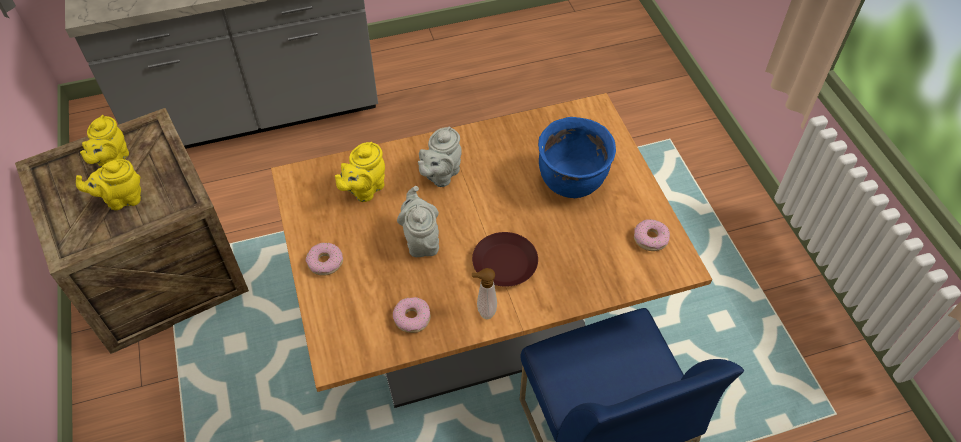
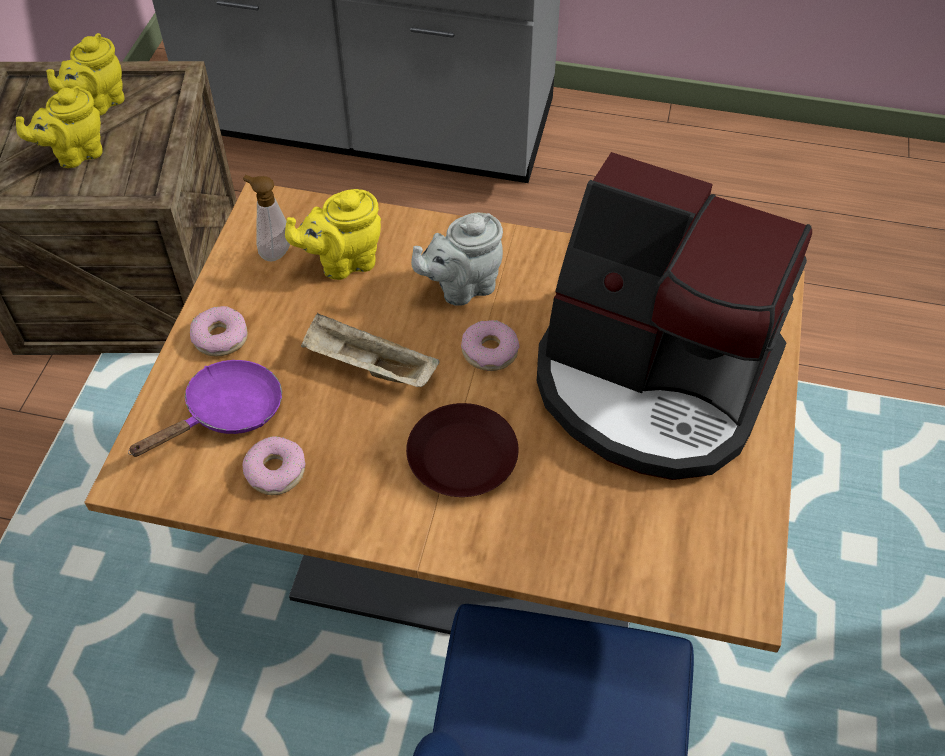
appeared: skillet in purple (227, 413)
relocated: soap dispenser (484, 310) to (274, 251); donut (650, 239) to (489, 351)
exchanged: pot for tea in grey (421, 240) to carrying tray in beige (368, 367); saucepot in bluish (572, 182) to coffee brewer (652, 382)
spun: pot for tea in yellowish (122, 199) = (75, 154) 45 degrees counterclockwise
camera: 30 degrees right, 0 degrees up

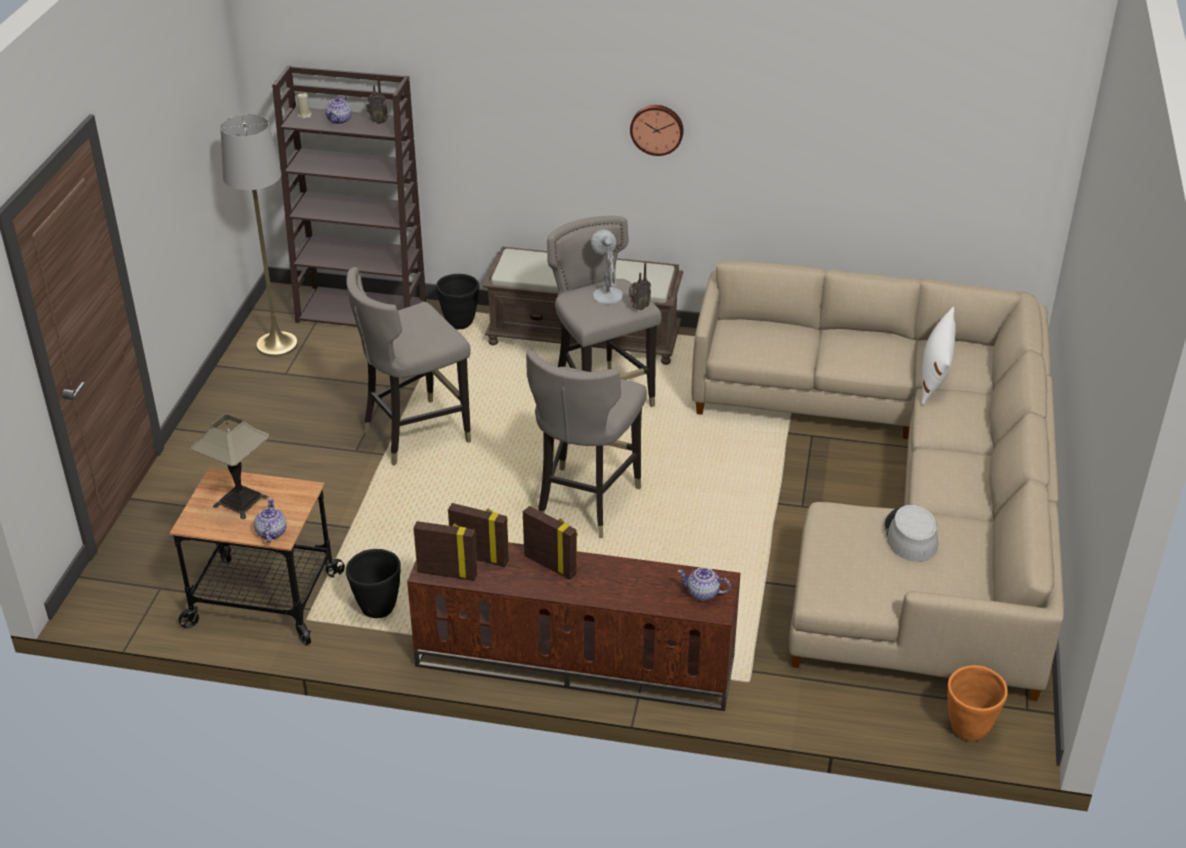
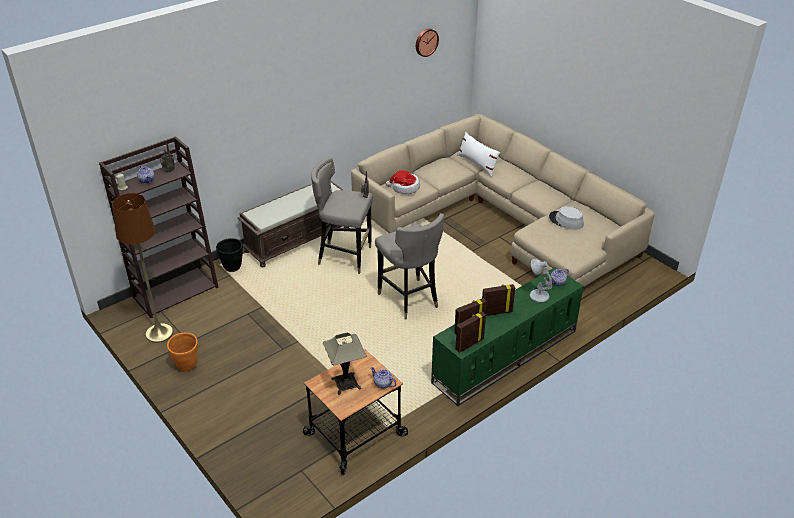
missing: sitting stool in grey (414, 434); flower pot in blackish (377, 608)
appeared: wearable hat (404, 188)
relocated: flower pot in orangey (968, 729) to (187, 366); hanging clock (657, 129) to (426, 42); tabletop lamp in white (607, 294) to (538, 295)
colour: standing lamp in grey (277, 344) to standing lamp in brown-coloured (159, 333); tv stand in brown-coloured (572, 663) to tv stand in greenish (505, 357)
camera: 50 degrees left, 0 degrees up

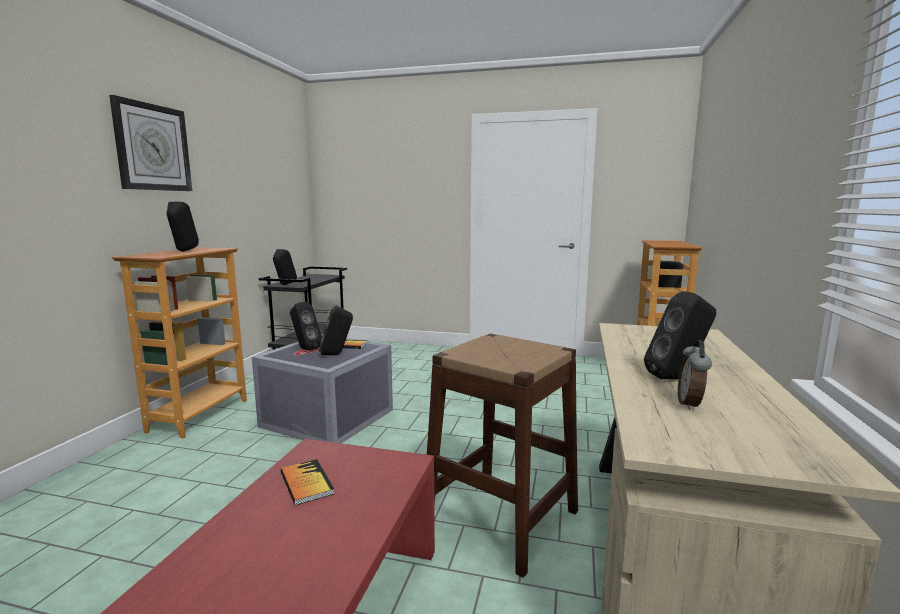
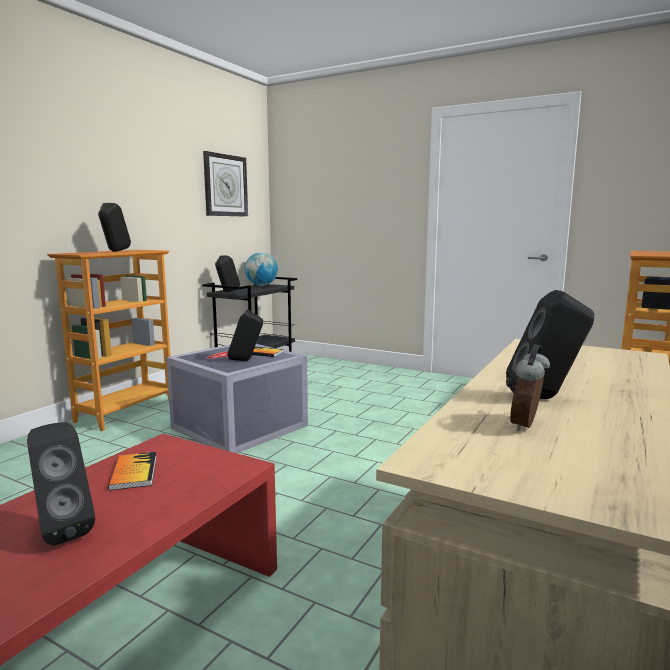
missing: sitting stool in brown-coloured (501, 517)
appeared: globe (261, 285)
relocated: speaker in blackish (305, 349) to (62, 530); hanging clock (152, 147) to (225, 185)
camera: 15 degrees right, 0 degrees up

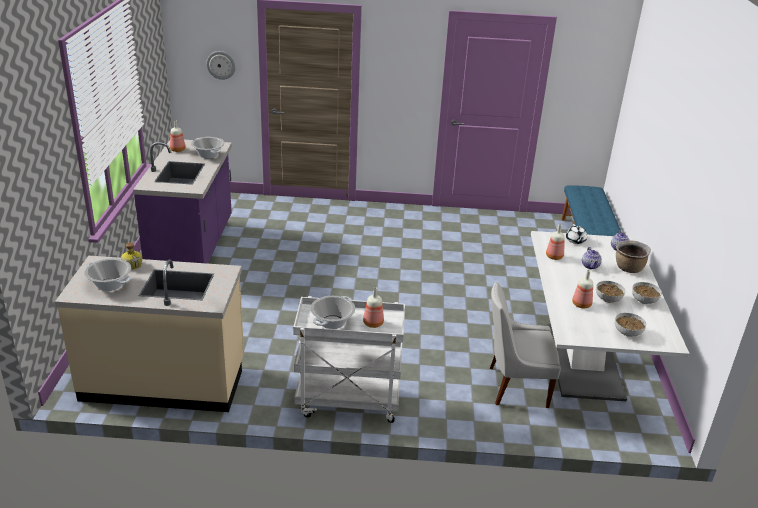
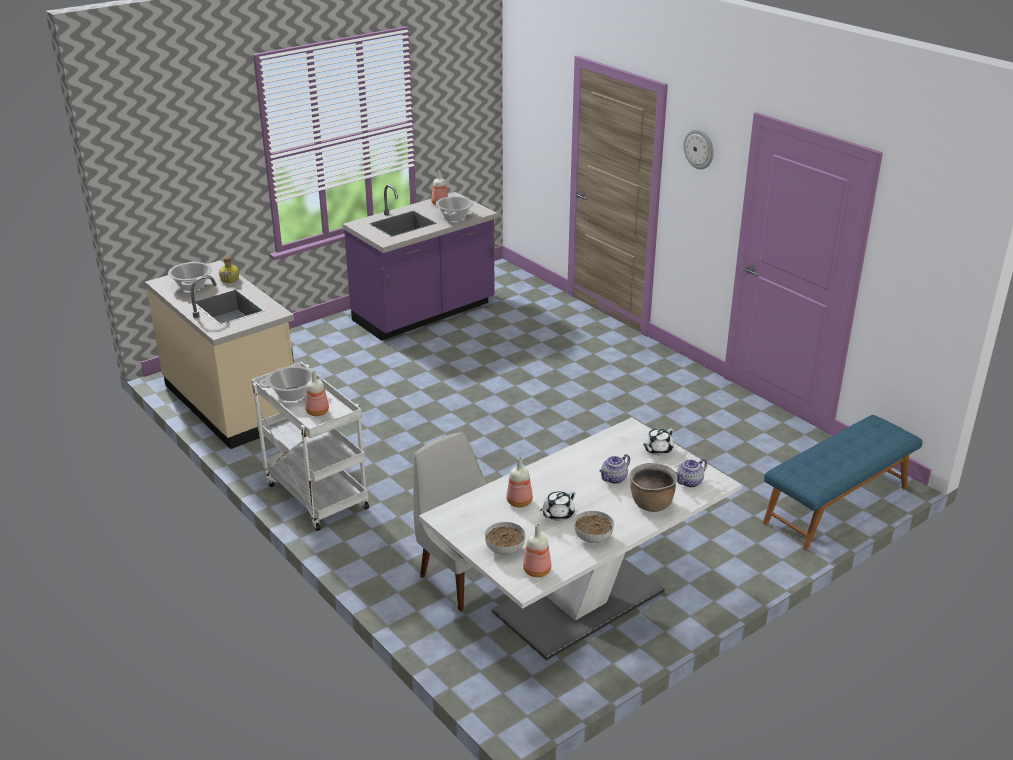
relocated: drink bottle (554, 256) to (538, 571); hanging clock (221, 65) to (699, 148)
exchanged: bowl (608, 299) to pot for tea in white (557, 514)
camera: 50 degrees right, 0 degrees up

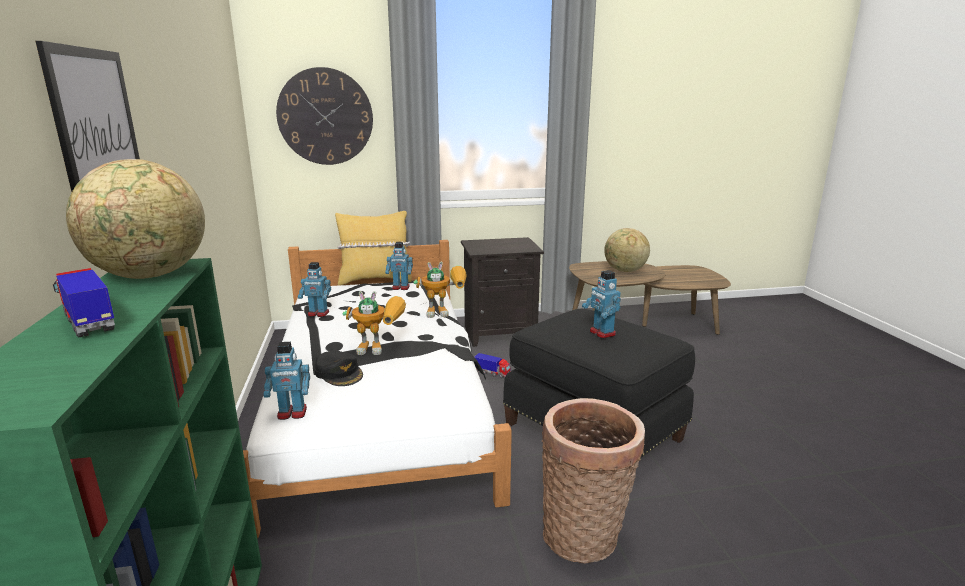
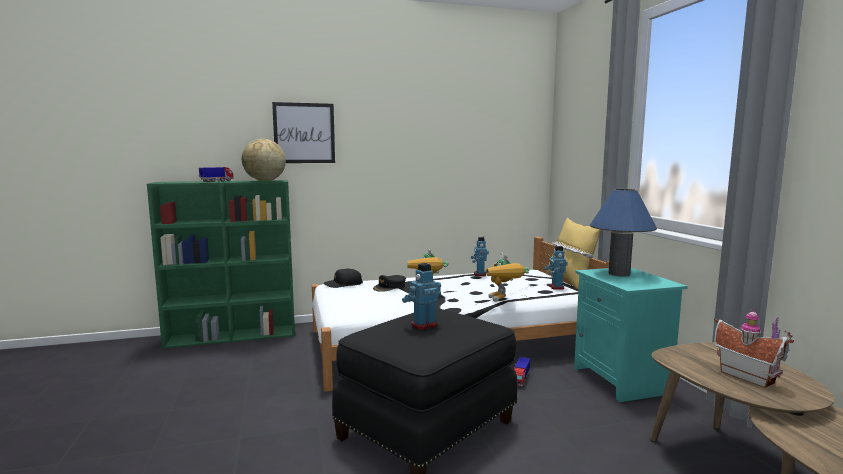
missing: hanging clock (325, 117); storage basket (585, 535)
appeared: tabletop lamp in bluish (619, 274)
exchanged: toy robot (292, 413) to peaked cap in blackish (343, 284); globe (625, 271) to toy house (748, 376)
colour: bedside table in blackish (500, 333) to bedside table in turquoise-coloured (622, 381)
camera: 85 degrees right, 10 degrees down

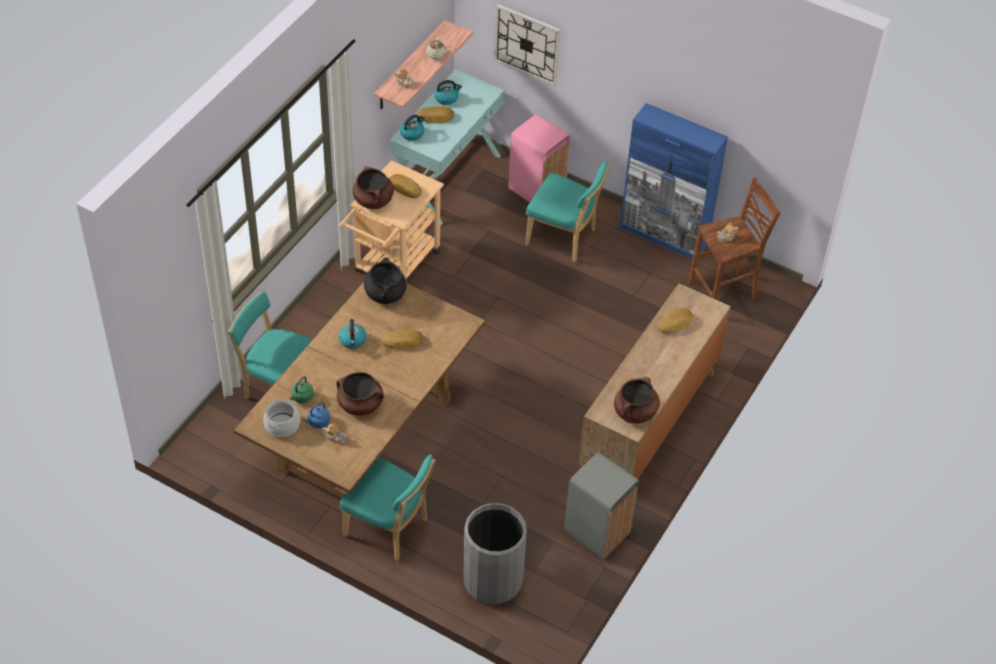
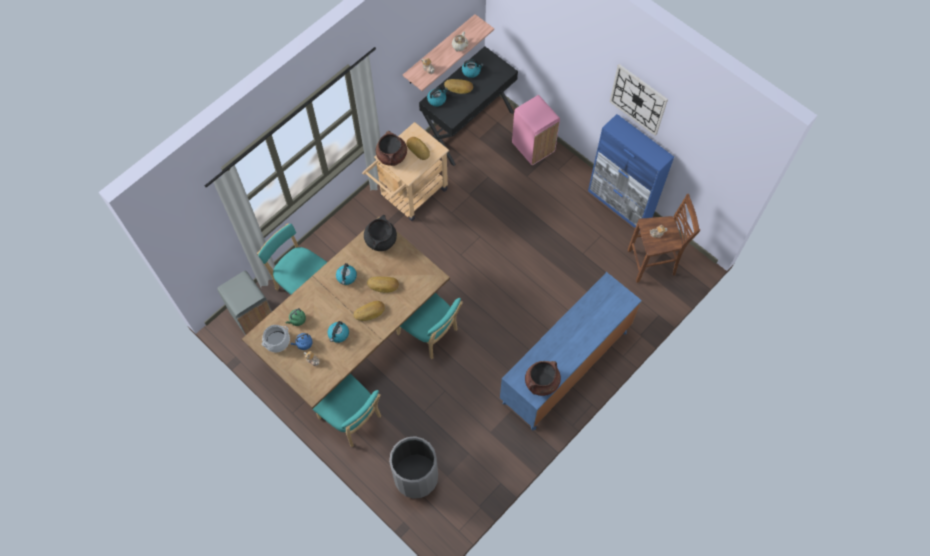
relocated: waste bin in grey (597, 533) to (253, 319); bakery bread (675, 323) to (370, 312); plain chair in turquoise-coloured (564, 238) to (429, 333); hanging clock (527, 44) to (638, 99)
exchanged: saucepot in brown-coloured (360, 404) to tea kettle (338, 334)
colour: console table in turquoise-coloured (447, 179) to console table in blackish (468, 126); dresser in brown-coloured (649, 424) to dresser in bluish (565, 367)
camera: 15 degrees right, 15 degrees up

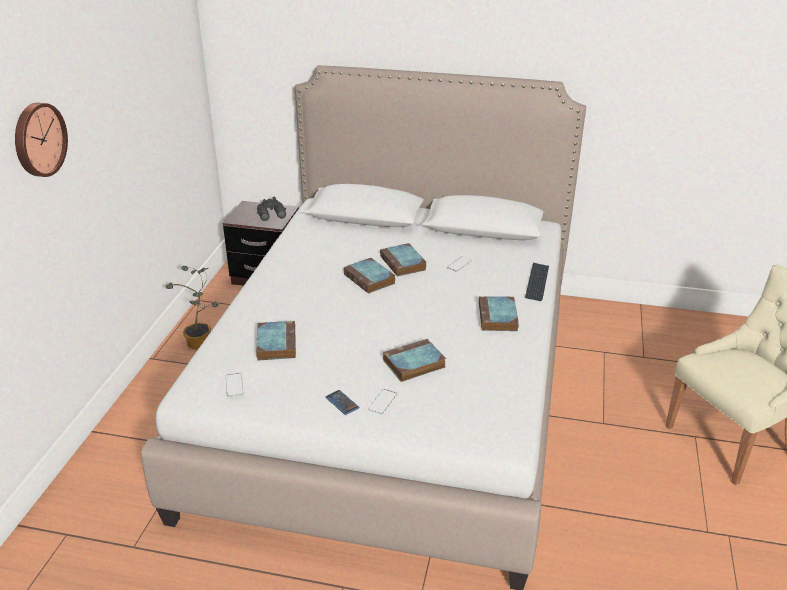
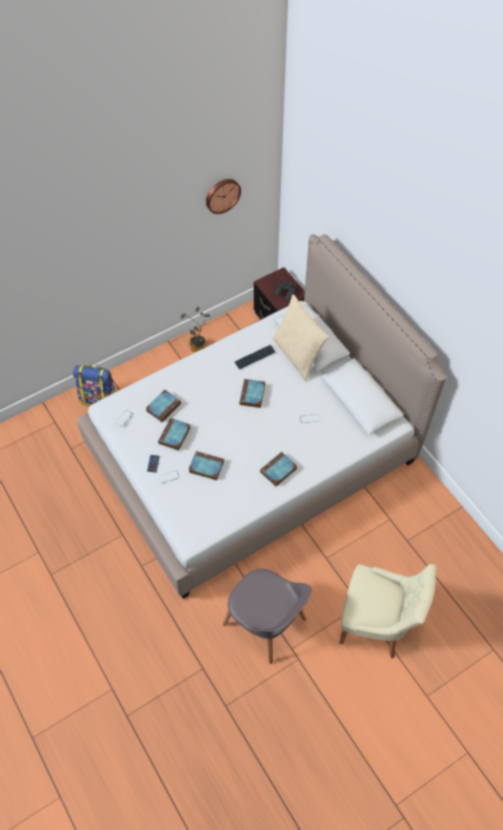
appeared: backpack (99, 398); plain chair in grey (266, 624); pillow in beige (297, 355)
relocated: volume (403, 263) to (174, 436); hanging clock (38, 139) to (222, 195); keyboard (537, 282) to (255, 357)
camera: 45 degrees right, 25 degrees up

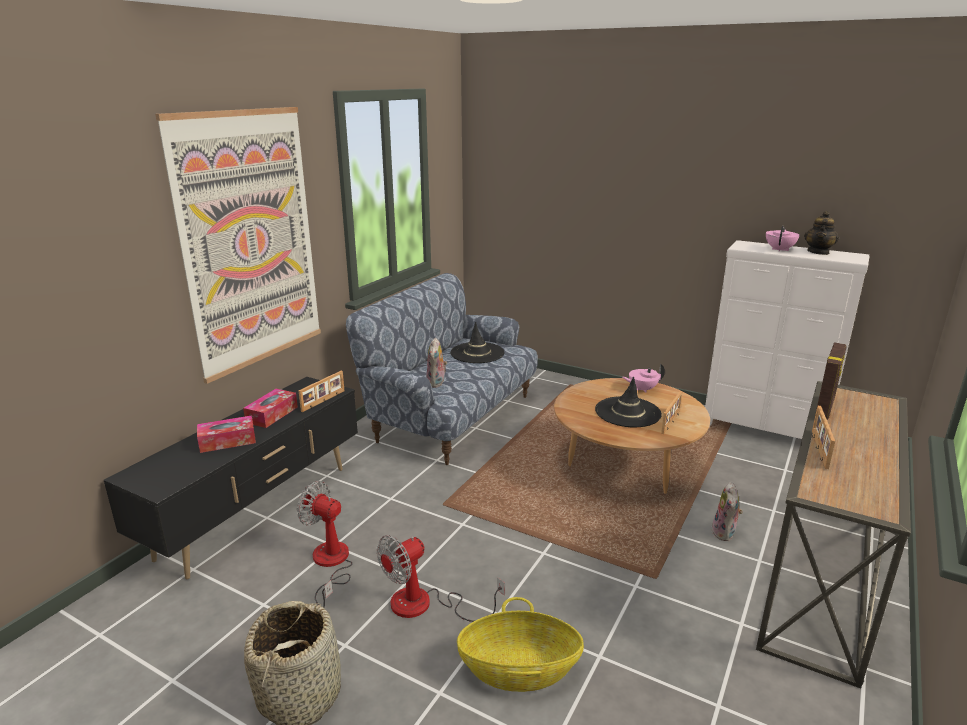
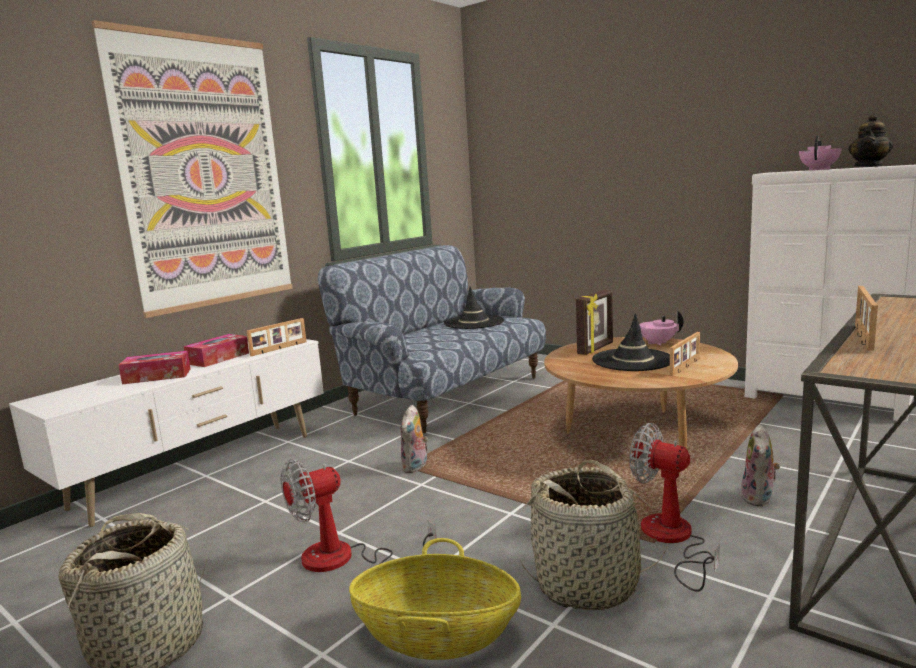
appeared: storage basket (588, 584)
relocated: soft toy (437, 383) to (416, 467); picture frame (825, 408) to (596, 349); electric fan (330, 564) to (672, 540)
colour: tv stand in blackish (259, 511) to tv stand in white (200, 470)
camera: 10 degrees right, 10 degrees down

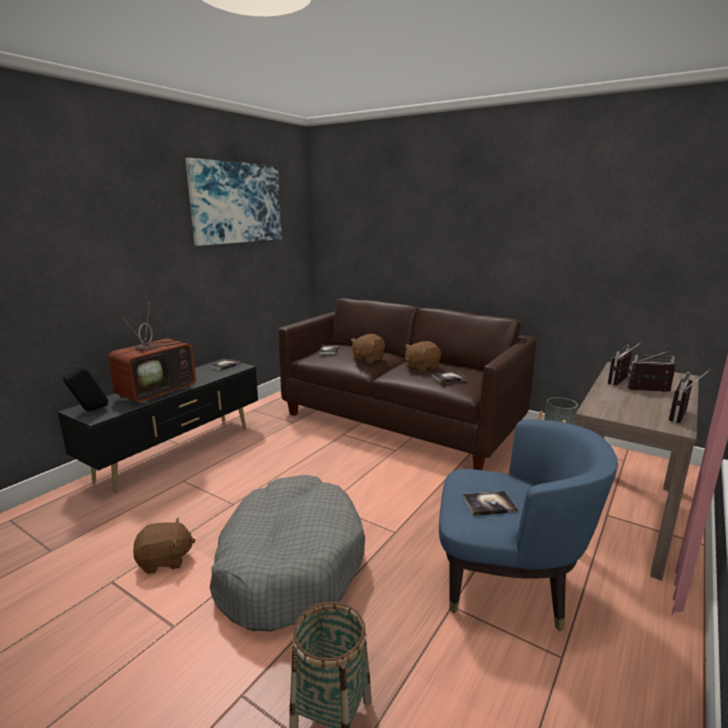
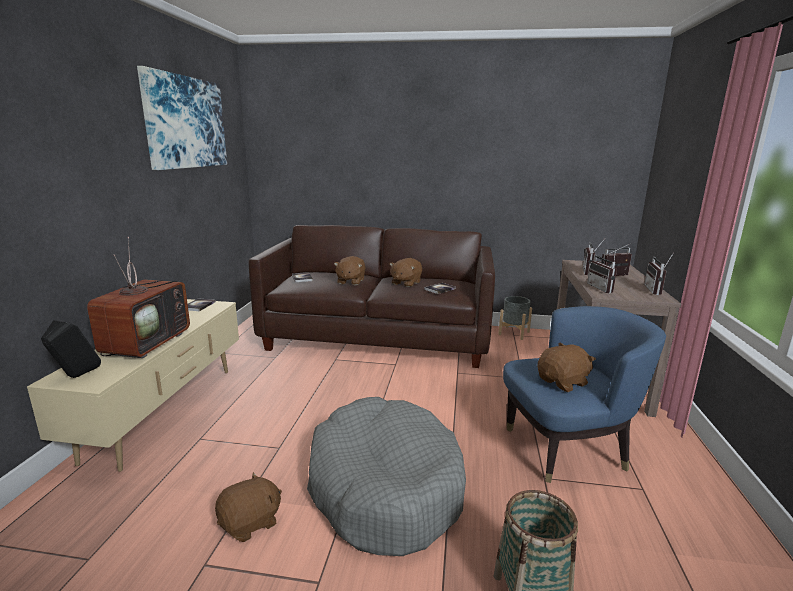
appeared: radio receiver (603, 288)
exchanged: volume (489, 504) to soft toy in brown-coloured (563, 382)
colour: tv stand in blackish (178, 452) to tv stand in beige (166, 411)
camera: 25 degrees left, 0 degrees up

